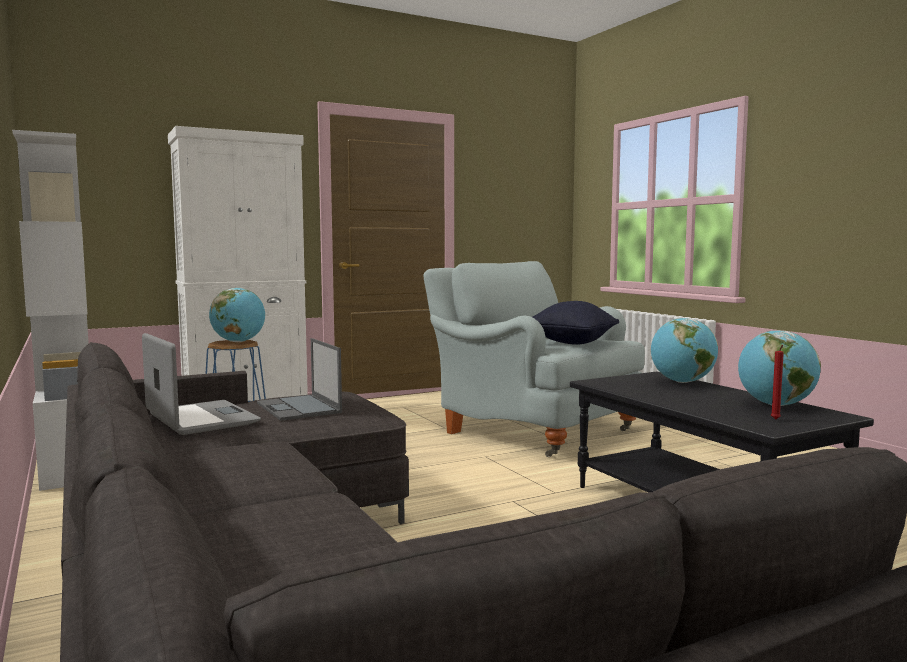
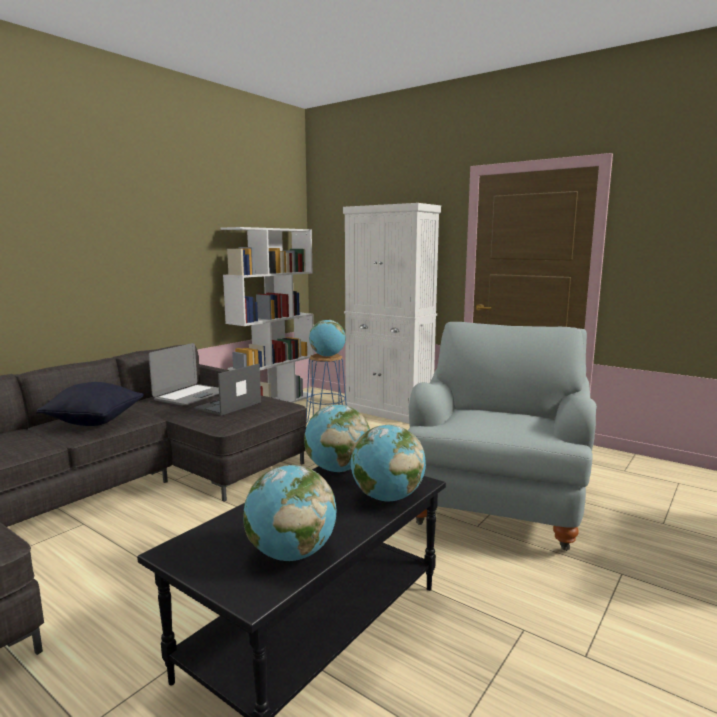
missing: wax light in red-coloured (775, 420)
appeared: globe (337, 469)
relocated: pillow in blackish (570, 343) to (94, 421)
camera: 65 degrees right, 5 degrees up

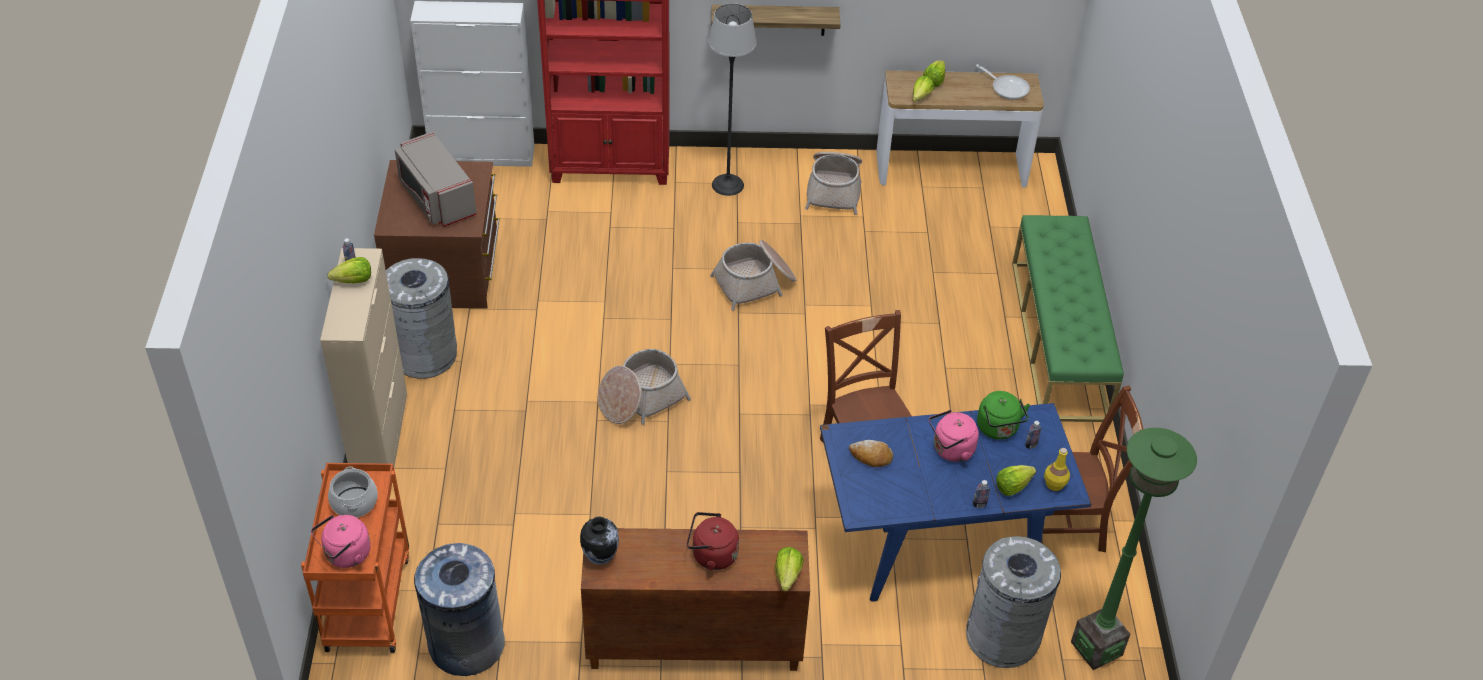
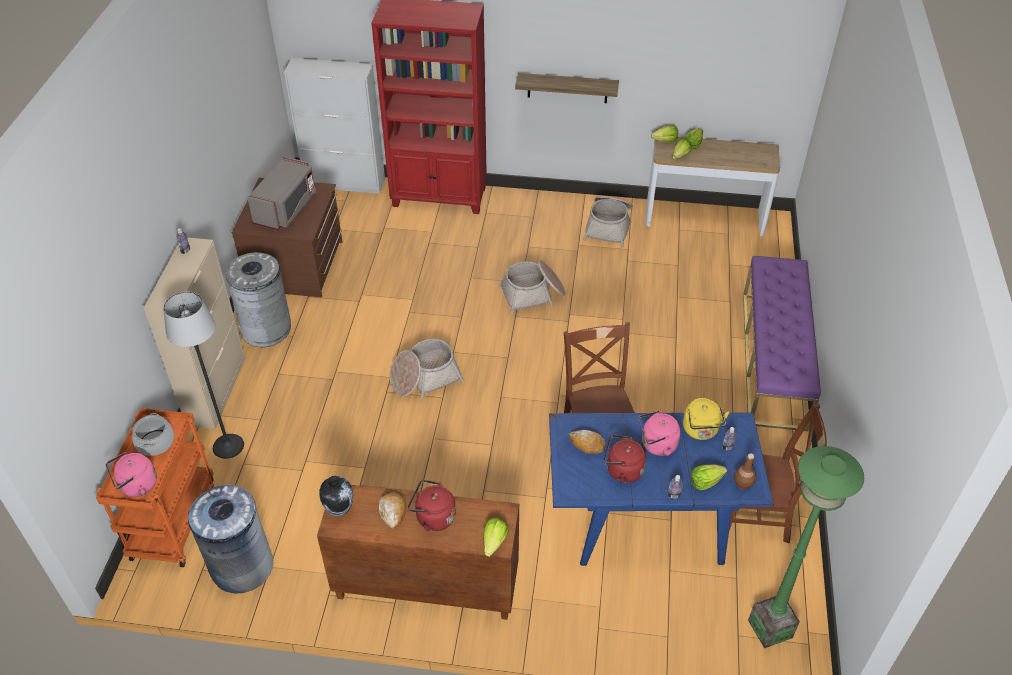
missing: waste bin in grey (1003, 637); skillet (1007, 88)
appeared: bakery bread (393, 512); tea kettle in red-coloured (622, 470)
relocated: standing lamp (728, 185) to (228, 446); lettuce (353, 281) to (665, 141)
colour: tea kettle in greenish (998, 429) to tea kettle in yellowish (701, 431); drink bottle in yellowish (1054, 484) to drink bottle in brown-coloured (743, 484); indoor bench in greenish (1059, 339) to indoor bench in purple (773, 359)
spun: microwave in grey (437, 198) = (286, 208) 135 degrees counterclockwise
camera: 10 degrees right, 0 degrees up

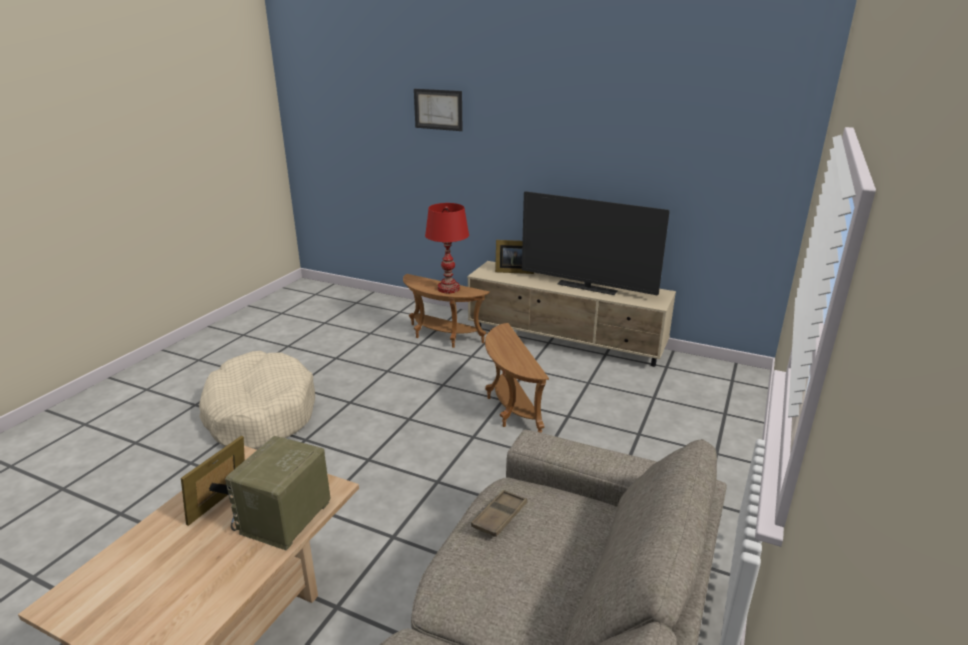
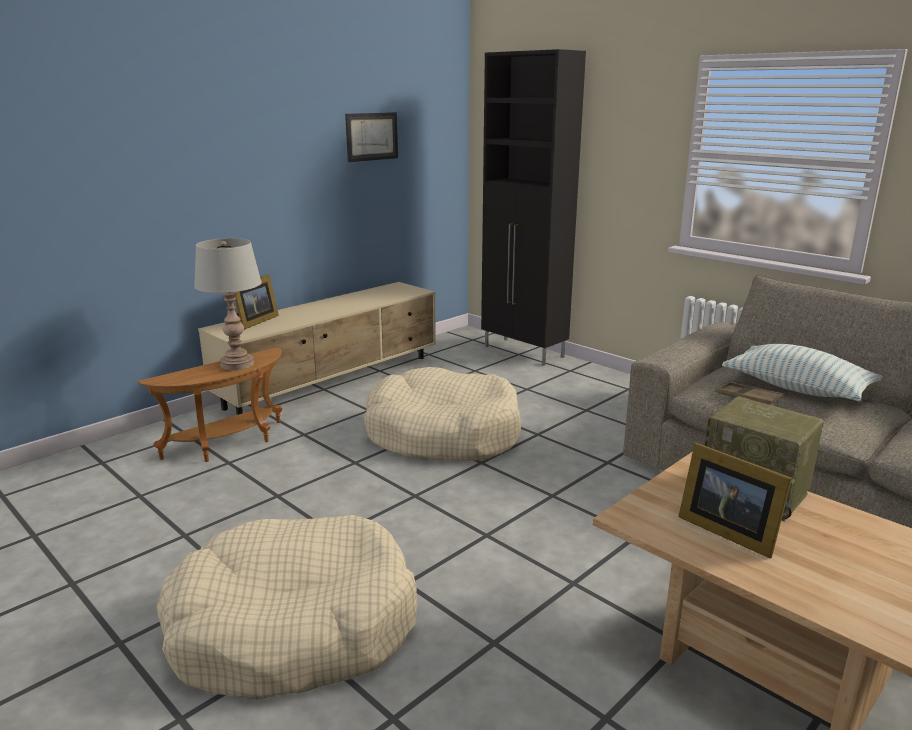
missing: TV set (587, 288)
appeared: storage cabinet in blackish (524, 352); pillow (797, 389)
relocated: picture (438, 109) to (371, 136)
exchanged: side table in brown-coloured (510, 409) to dog cushion in beige (443, 434)
colour: tabletop lamp in red-coloured (448, 289) to tabletop lamp in grey (237, 364)
camera: 70 degrees left, 5 degrees down

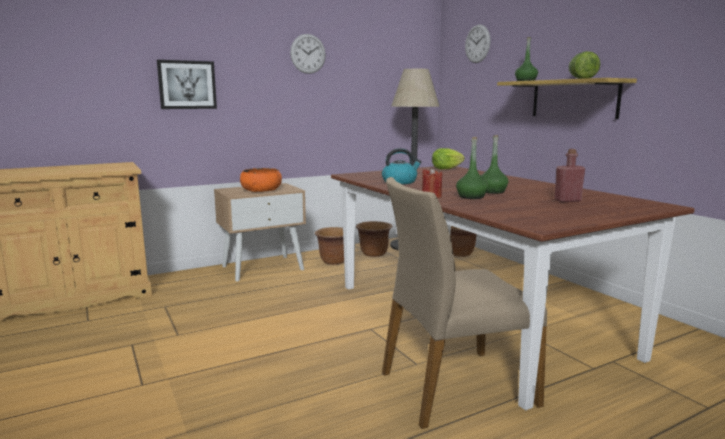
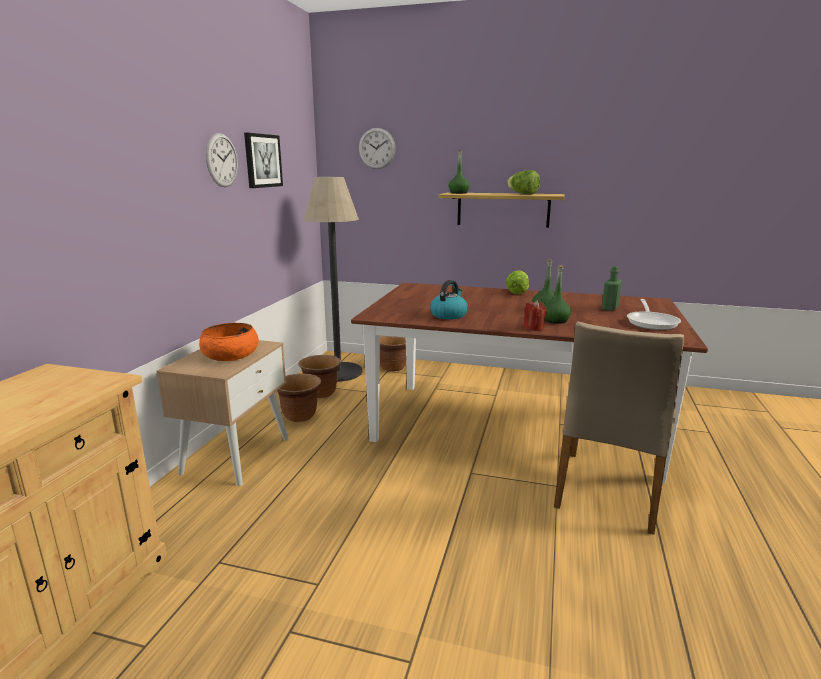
appeared: skillet (652, 322)
relocated: picture (187, 85) to (262, 161); lettuce (446, 169) to (517, 292)
colour: drink bottle in red-coloured (567, 200) to drink bottle in greenish (610, 308)
camera: 45 degrees left, 5 degrees up

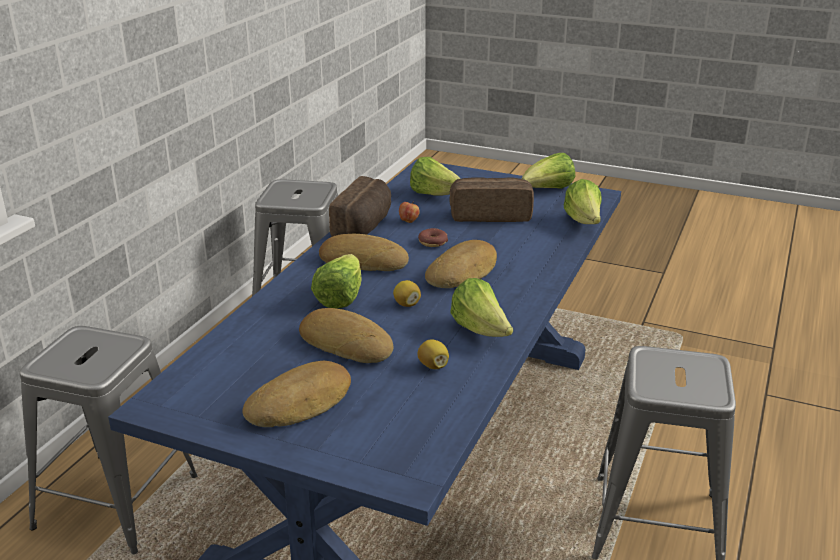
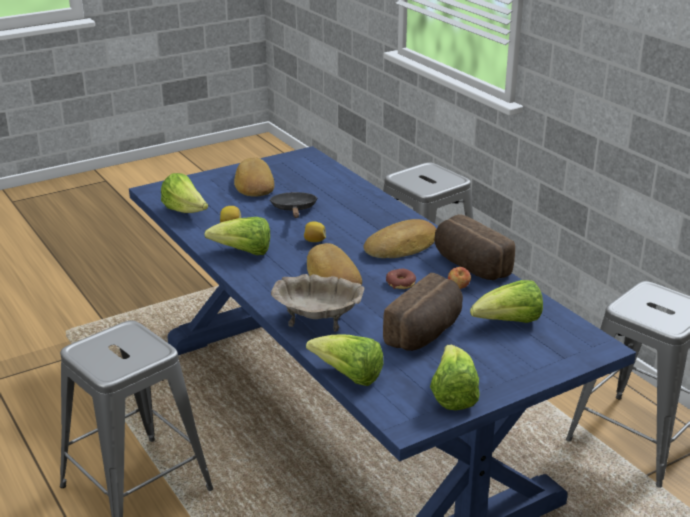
appeared: bowl in beige (318, 319)
relocated: lettuce (340, 297) to (185, 211)
exchanged: bakery bread (347, 343) to skillet in blackish (294, 210)
camera: 125 degrees right, 0 degrees up

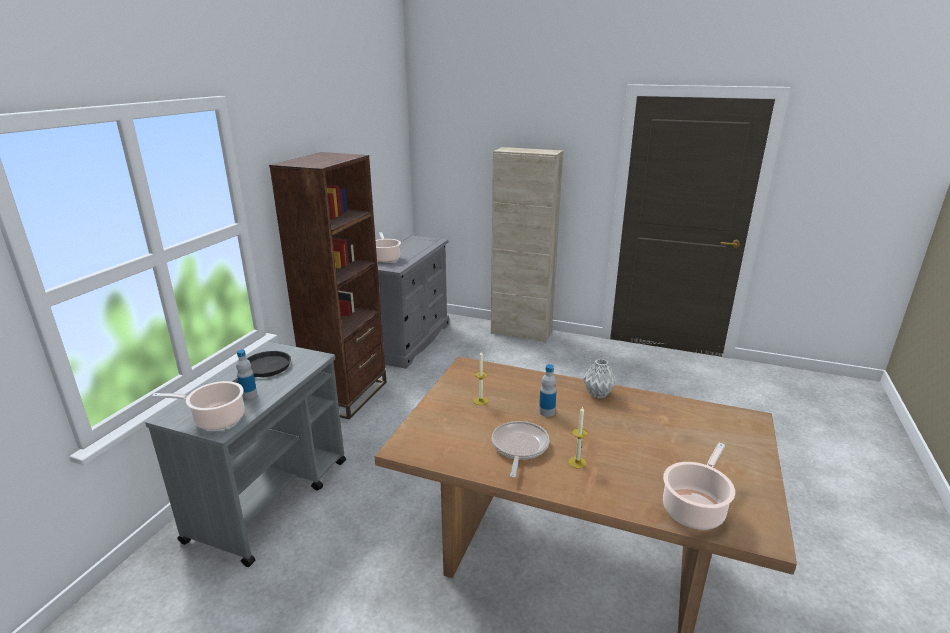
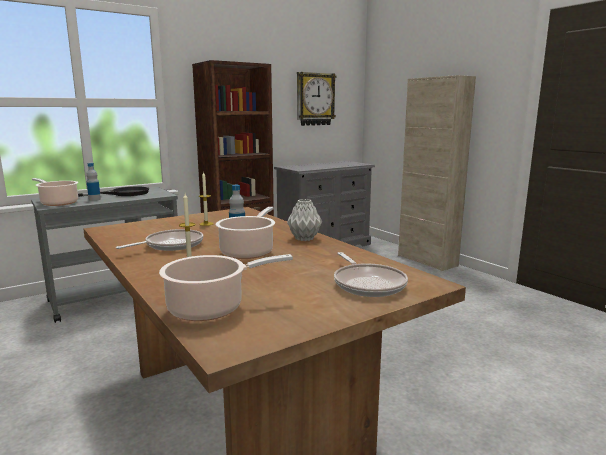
appeared: hanging clock (315, 99); skillet (367, 284)
relocated: saucepot (386, 258) to (248, 251)
camera: 35 degrees right, 10 degrees down

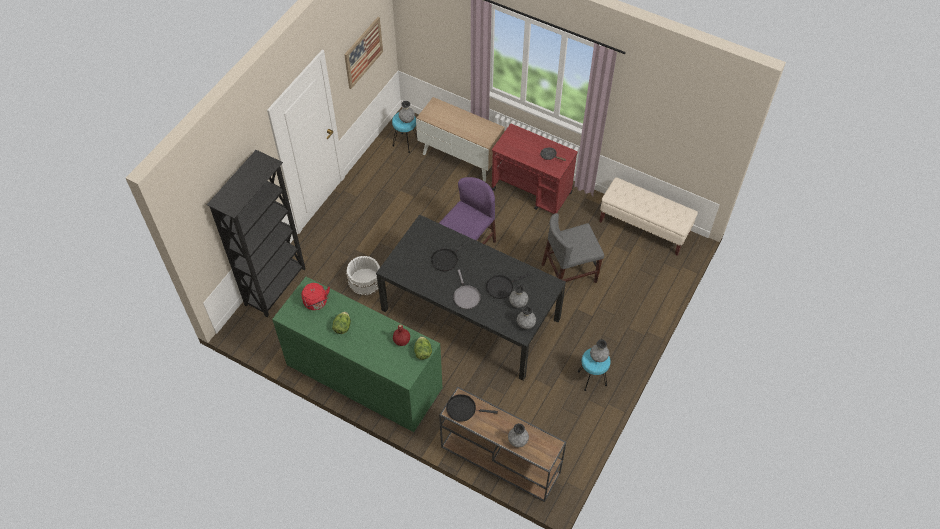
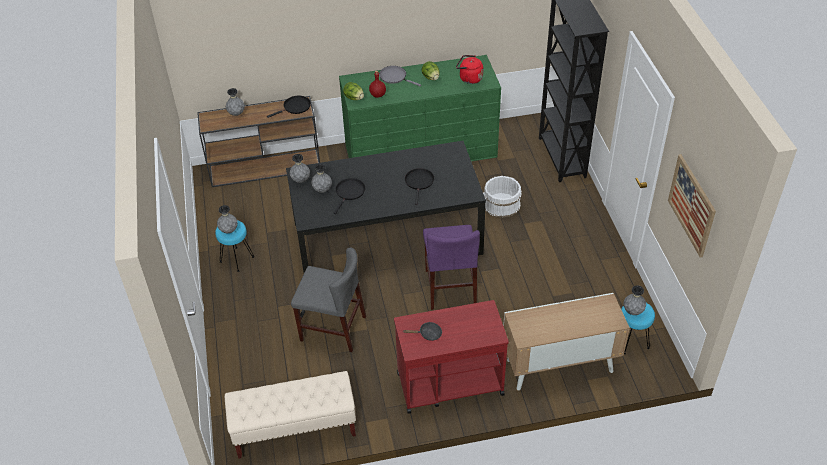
relocated: skillet in grey (466, 296) to (394, 77)
spun: plain chair in grey (569, 273) = (333, 328) 75 degrees clockwise
camera: 140 degrees right, 10 degrees down

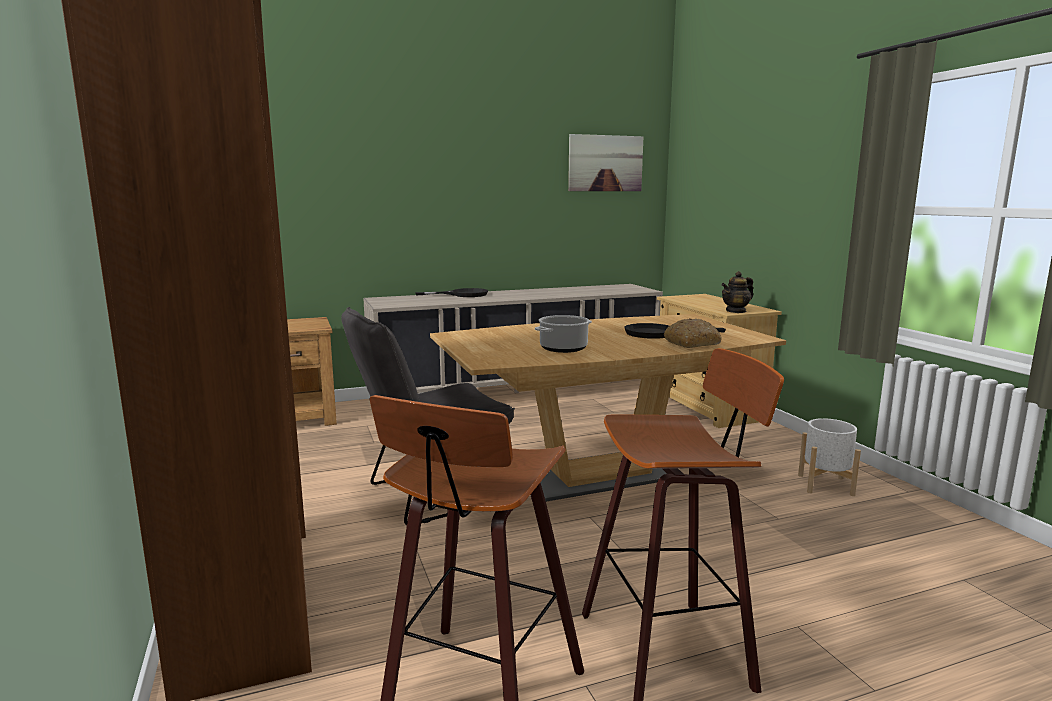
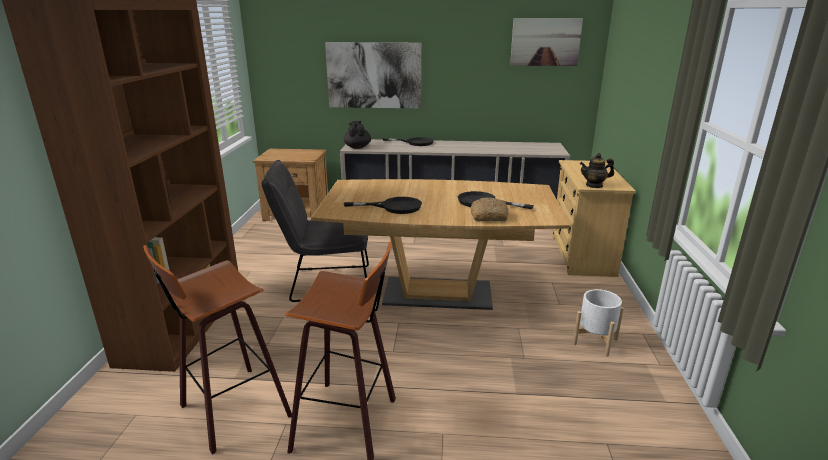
appeared: picture (374, 75); pot for tea in blackish (357, 147)
exchanged: saucepot (563, 348) to skillet in blackish (394, 207)
camera: 25 degrees right, 10 degrees up

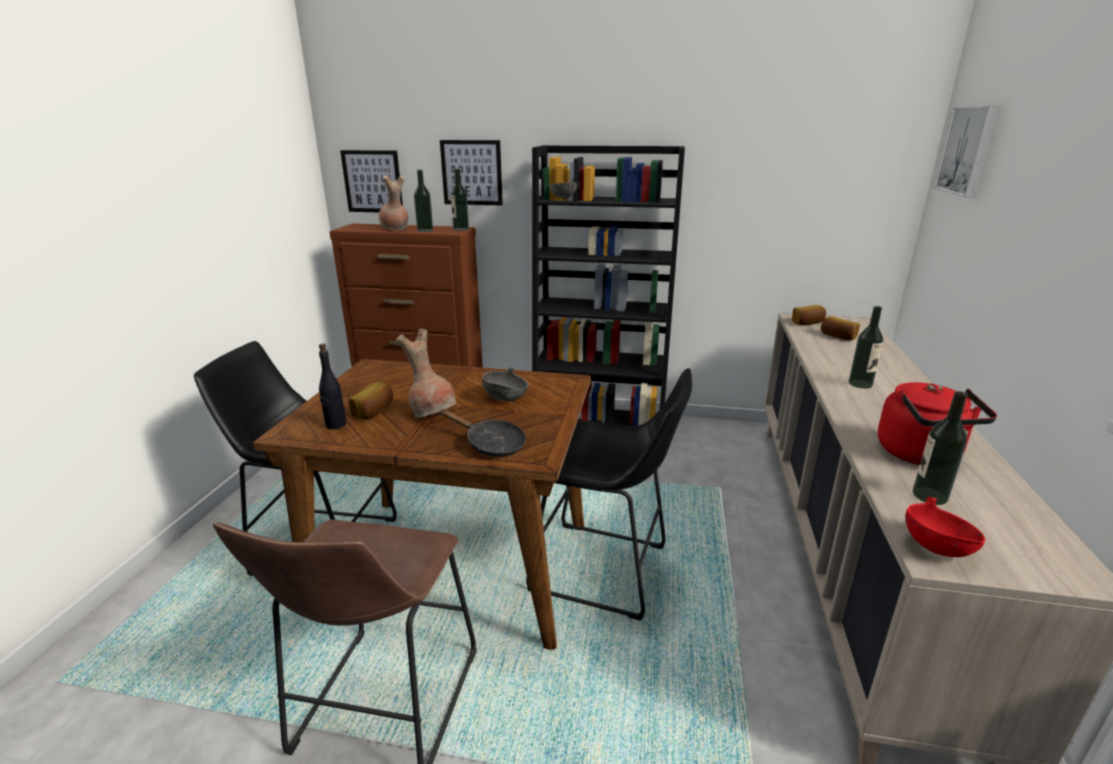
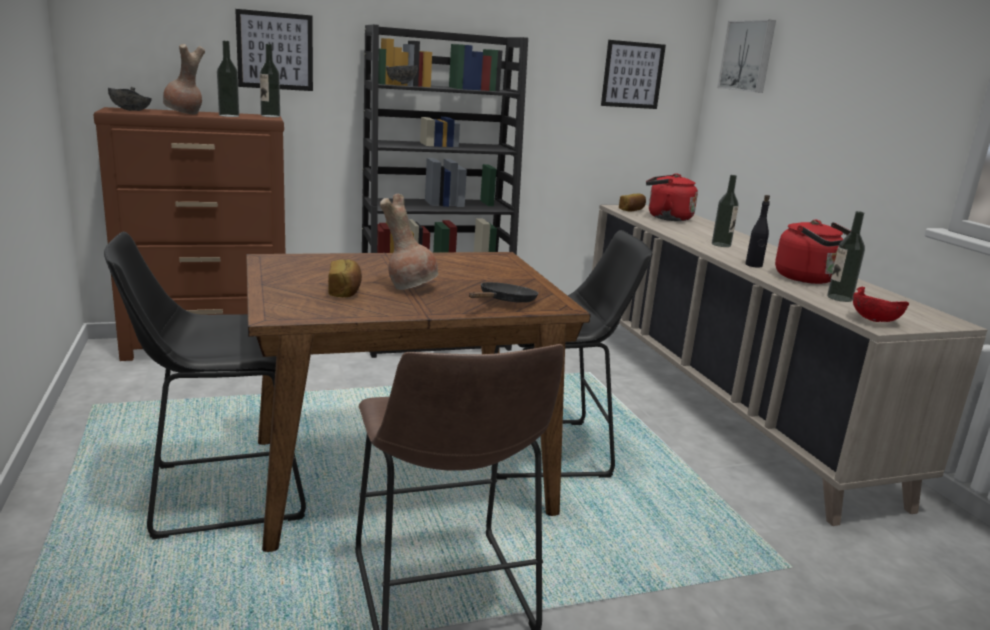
relocated: bowl in grey (506, 398) to (131, 110); picture (372, 181) to (632, 75); drink bottle in blackish (335, 425) to (753, 265)
exchanged: bakery bread (837, 336) to tea kettle in red-coloured (666, 218)
spun: skillet in blackish (491, 444) = (504, 302) 60 degrees counterclockwise
camera: 30 degrees left, 5 degrees down

